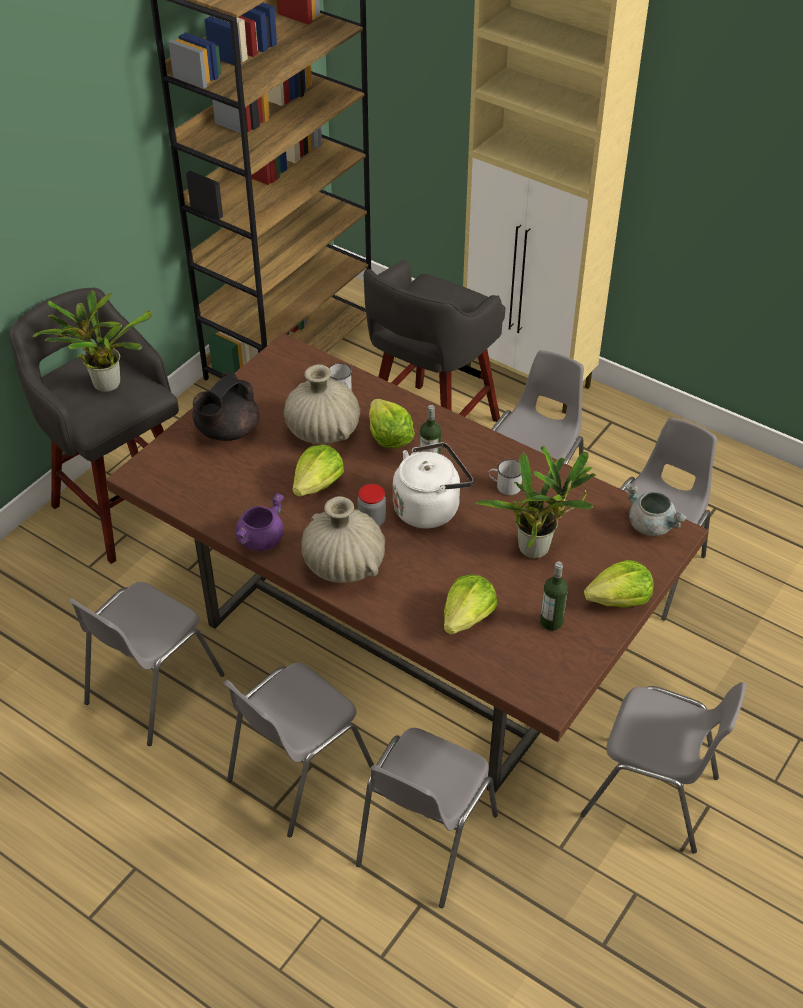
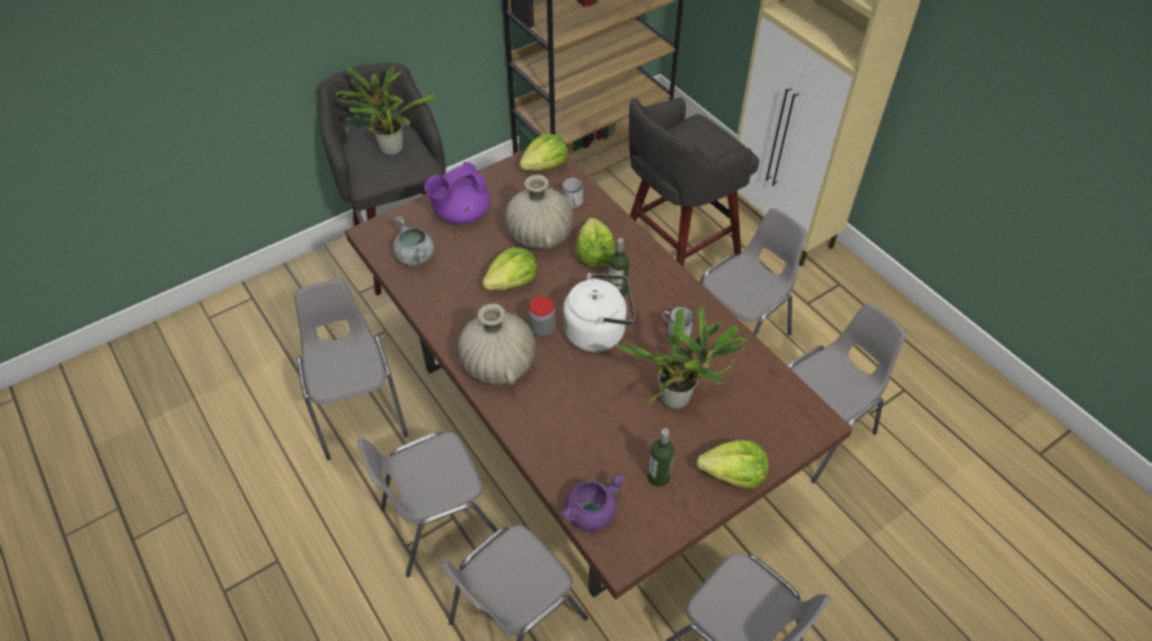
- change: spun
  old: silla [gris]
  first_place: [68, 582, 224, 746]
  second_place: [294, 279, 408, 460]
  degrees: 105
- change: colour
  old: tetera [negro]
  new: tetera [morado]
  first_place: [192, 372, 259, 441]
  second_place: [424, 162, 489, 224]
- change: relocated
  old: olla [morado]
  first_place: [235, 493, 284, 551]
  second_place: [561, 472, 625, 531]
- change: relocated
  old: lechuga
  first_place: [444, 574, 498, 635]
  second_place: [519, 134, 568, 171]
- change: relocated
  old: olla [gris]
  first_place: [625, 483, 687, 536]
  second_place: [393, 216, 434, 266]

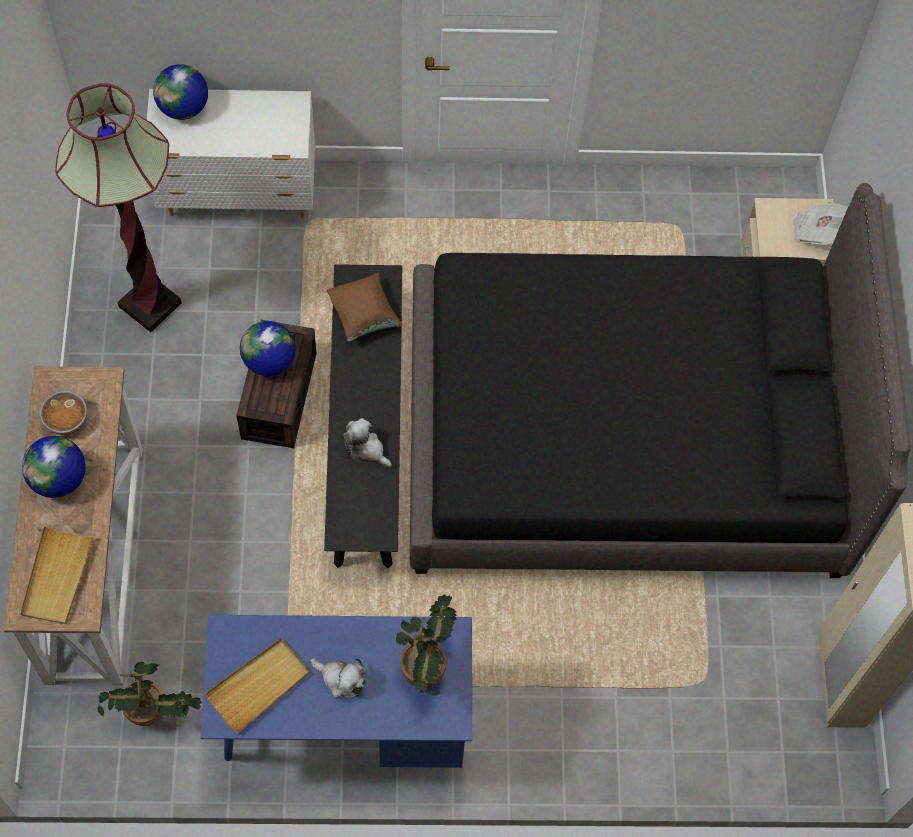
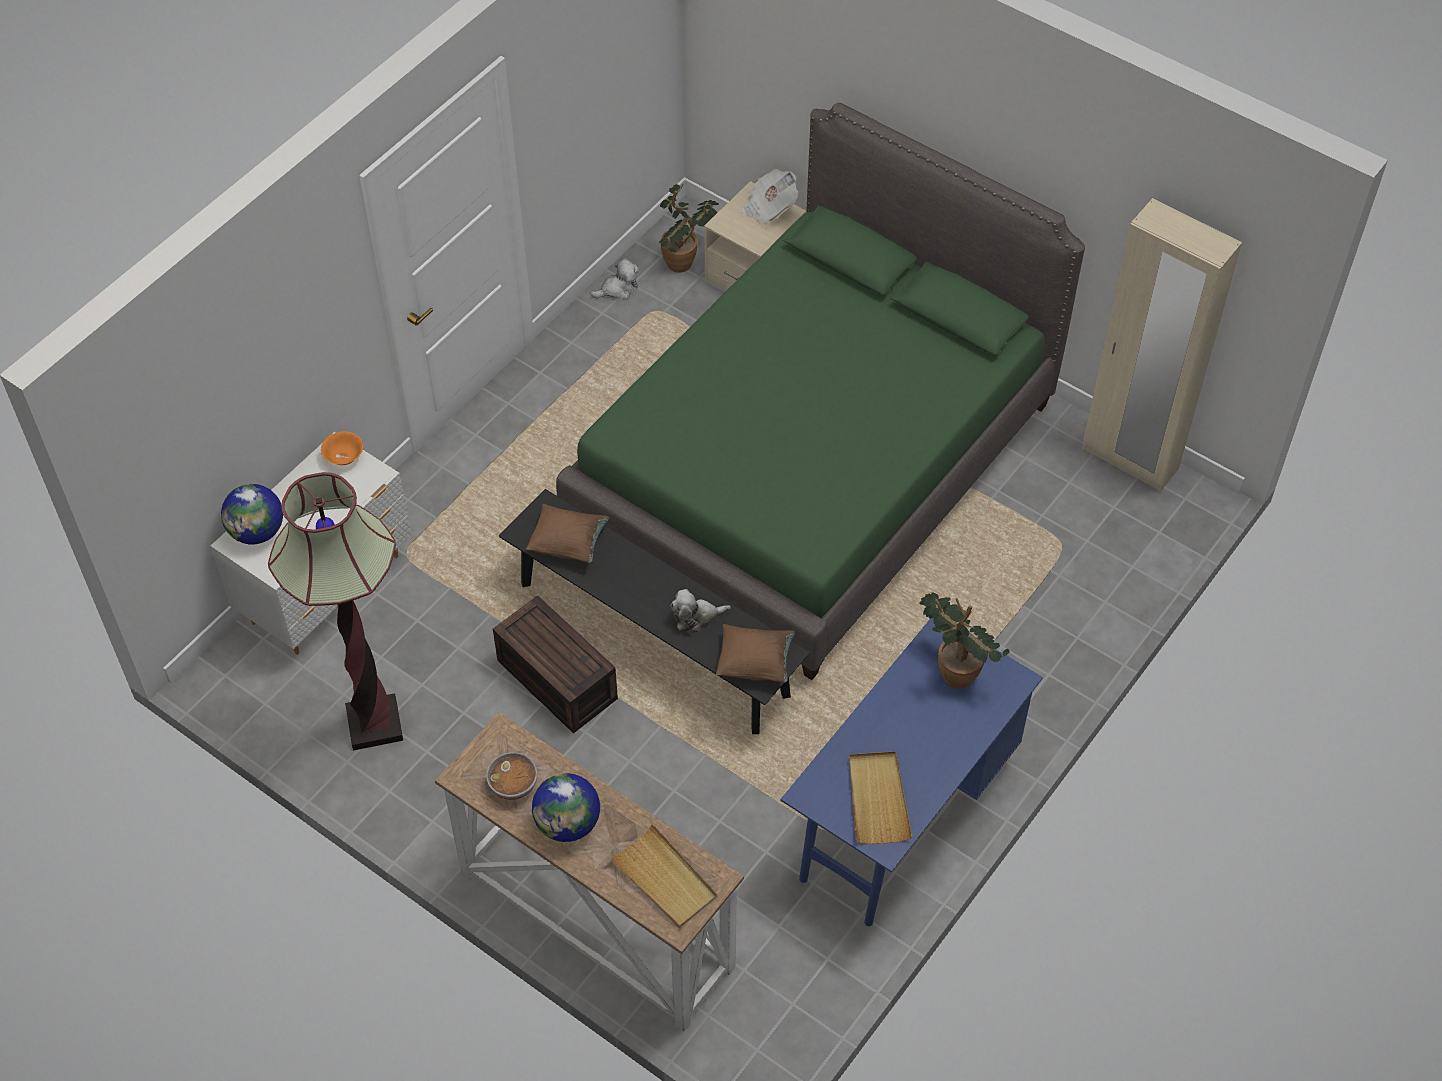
- change: relocated
  old: planta en maceta
  first_place: [97, 662, 202, 726]
  second_place: [659, 184, 719, 273]
- change: missing
  old: globo terráqueo
  first_place: [240, 321, 296, 376]
- change: relocated
  old: peluche
  first_place: [310, 658, 367, 698]
  second_place: [590, 258, 639, 300]
- change: colour
  old: cama [negro]
  new: cama [verde]
  first_place: [410, 183, 911, 578]
  second_place: [556, 103, 1085, 680]
- change: appeared
  new: cuenco [naranja]
  second_place: [321, 431, 363, 465]
- change: appeared
  new: cojín [marrón]
  second_place: [716, 624, 795, 683]

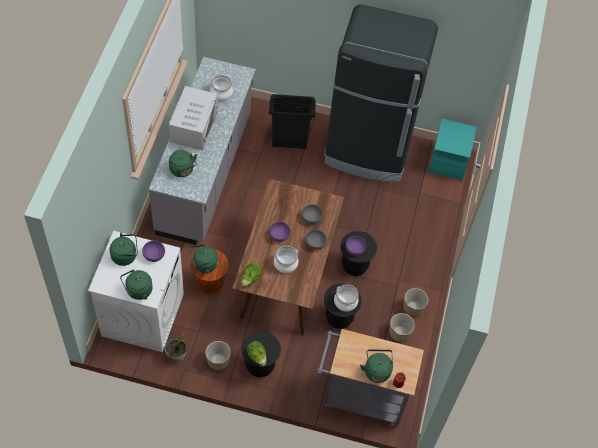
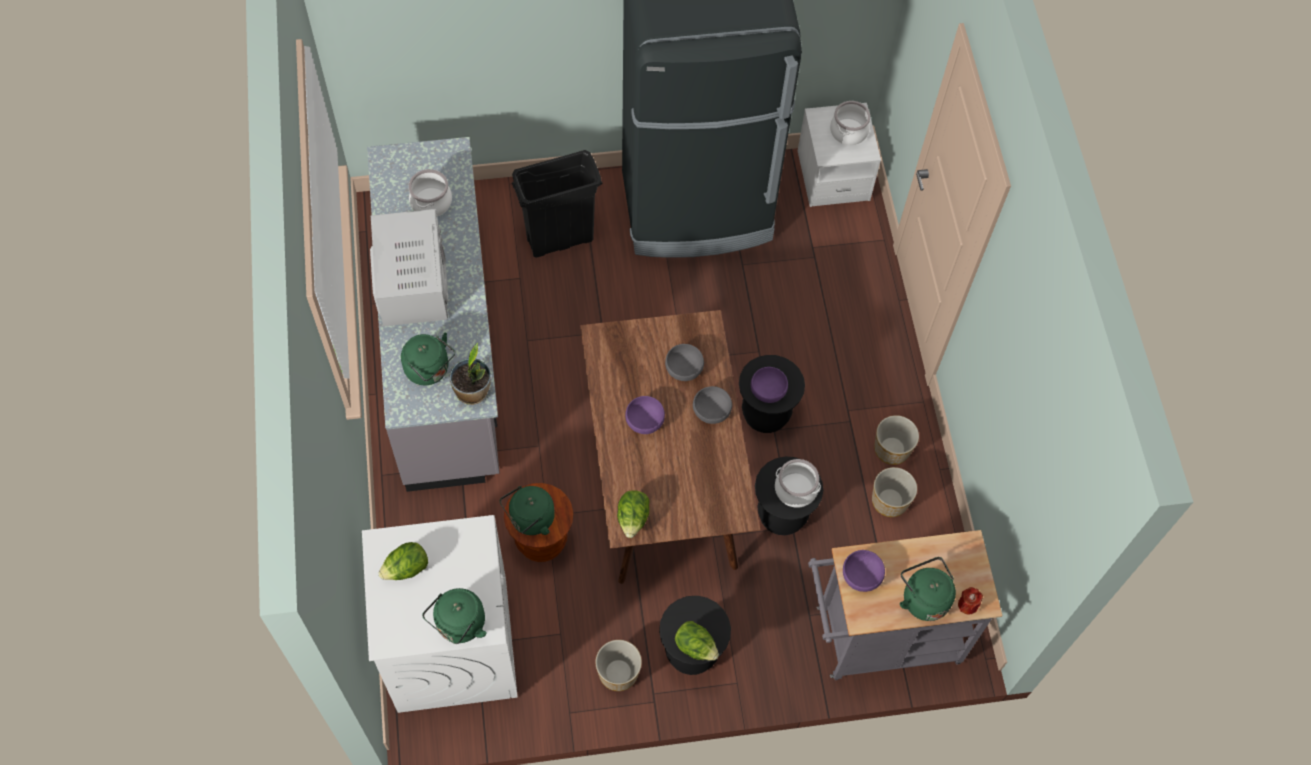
- change: exchanged
  old: hervidor [verde]
  new: lechuga
  first_place: [110, 233, 138, 266]
  second_place: [378, 542, 428, 580]
- change: relocated
  old: cuenco [morado]
  first_place: [142, 241, 165, 262]
  second_place: [843, 550, 885, 592]
- change: relocated
  old: planta en maceta
  first_place: [165, 334, 187, 363]
  second_place: [450, 342, 491, 405]
- change: relocated
  old: olla
  first_place: [274, 245, 298, 273]
  second_place: [830, 101, 870, 145]
- change: colour
  old: mesita de noche [turquesa]
  new: mesita de noche [blanco]
  first_place: [428, 119, 477, 181]
  second_place: [798, 103, 881, 207]

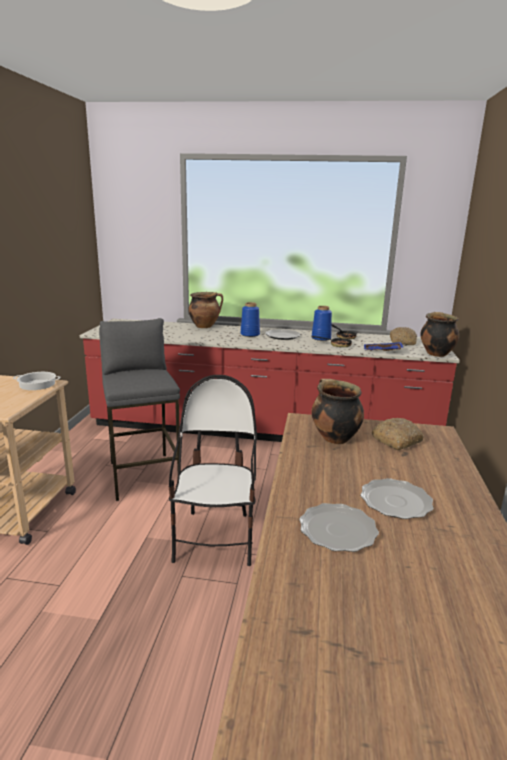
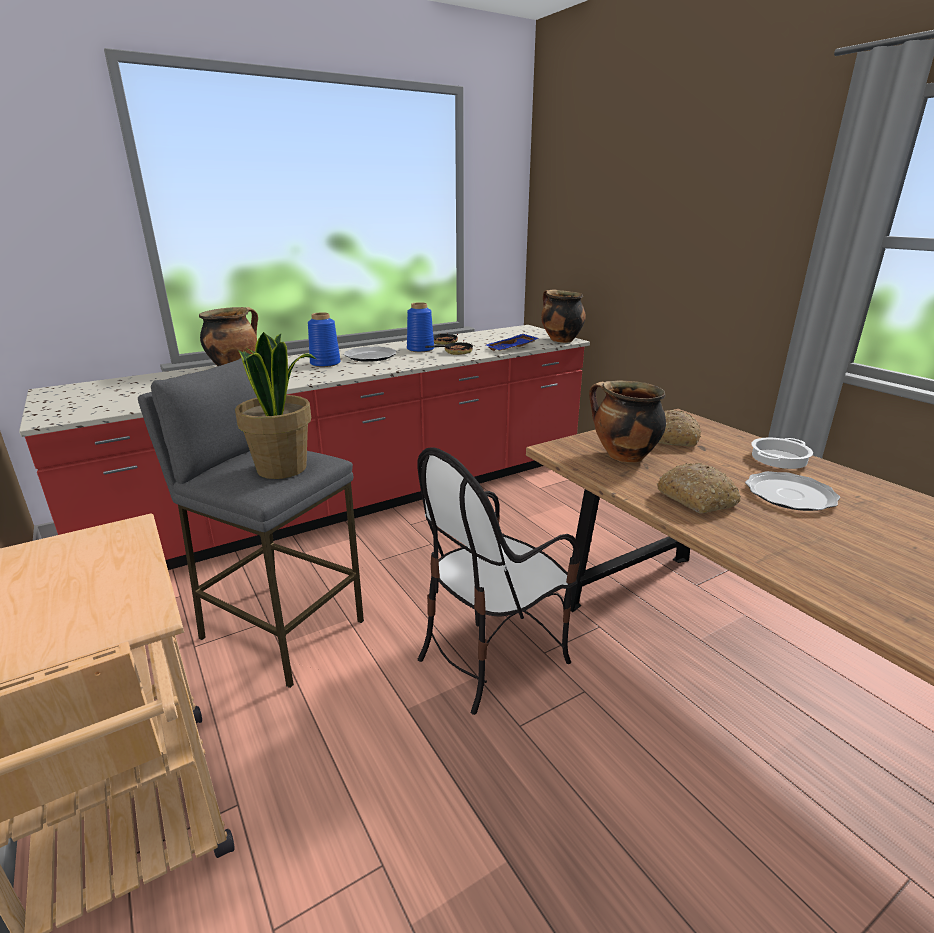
- change: relocated
  old: olla
  first_place: [13, 372, 61, 390]
  second_place: [751, 438, 813, 469]
- change: spun
  old: silla
  first_place: [169, 375, 257, 566]
  second_place: [417, 447, 580, 715]
  degrees: -90
- change: missing
  old: plato
  first_place: [299, 503, 379, 552]
- change: relocated
  old: pan
  first_place: [390, 327, 417, 345]
  second_place: [657, 463, 741, 514]
- change: appeared
  new: planta en maceta
  second_place: [235, 332, 316, 479]

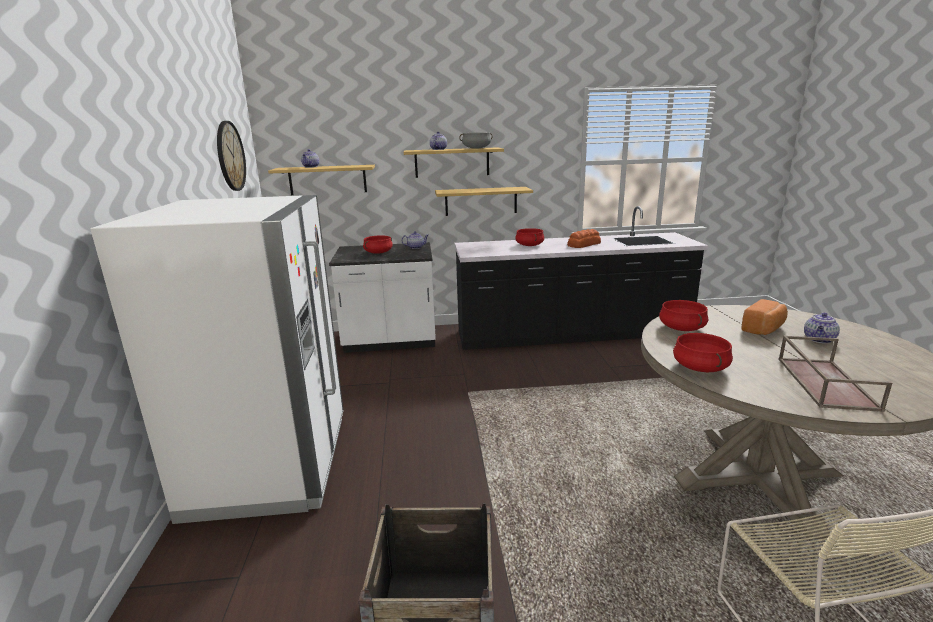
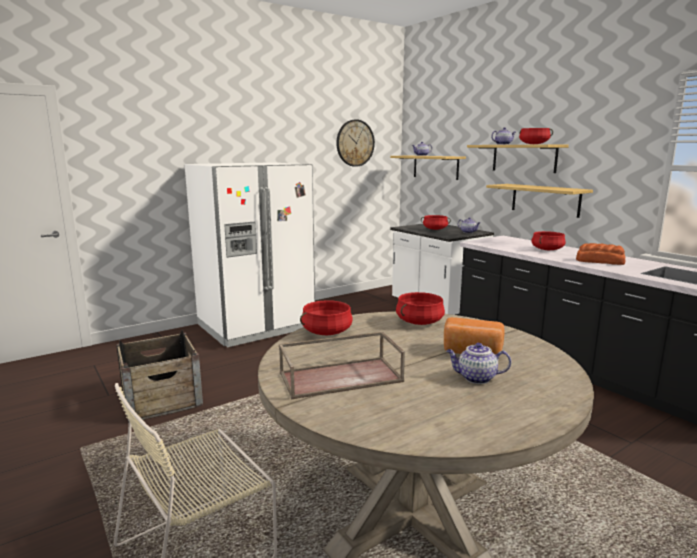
- change: colour
  old: olla [gris]
  new: olla [rojo]
  first_place: [459, 132, 493, 149]
  second_place: [519, 128, 553, 144]

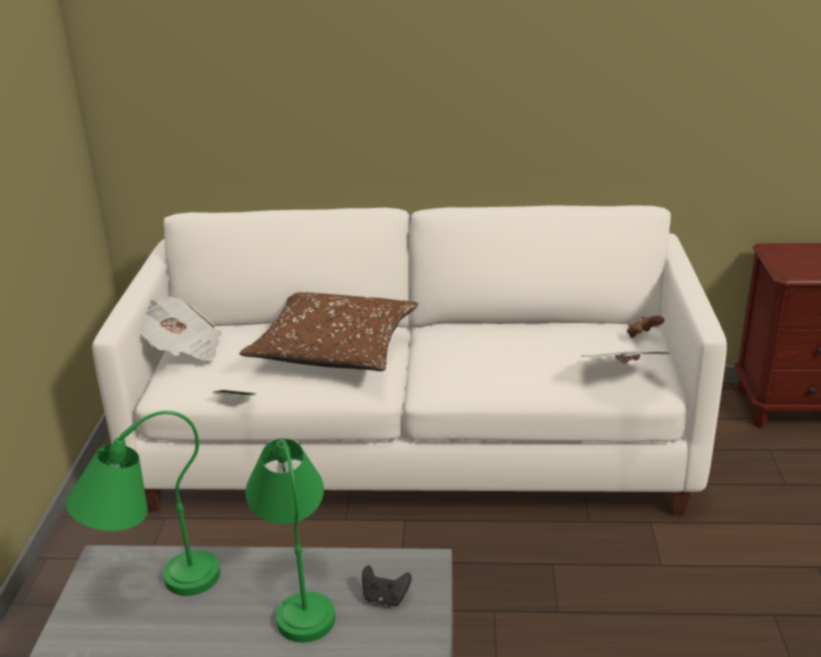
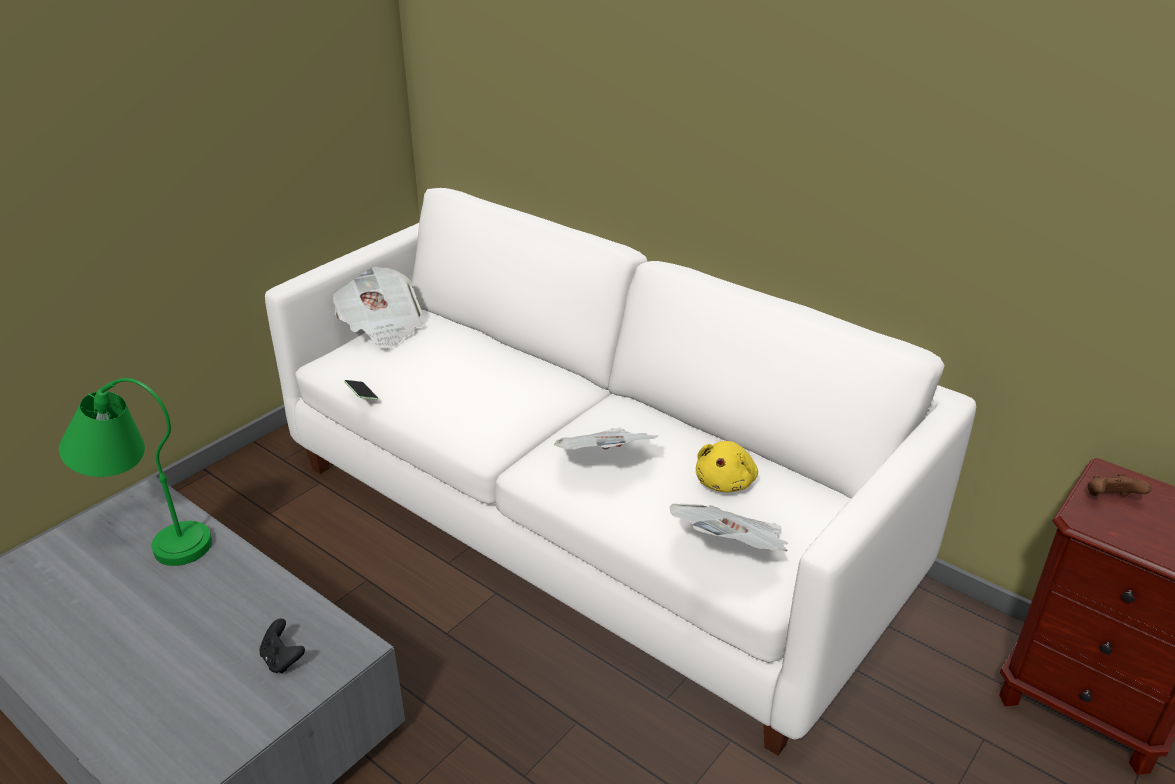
- change: missing
  old: cojín [marrón]
  first_place: [239, 292, 418, 371]
- change: missing
  old: lámpara de mesa [verde]
  first_place: [246, 438, 335, 642]
- change: relocated
  old: mando de consola [marrón]
  first_place: [627, 316, 664, 338]
  second_place: [1087, 474, 1151, 496]
- change: appeared
  new: periódico
  second_place: [553, 428, 658, 450]
- change: appeared
  new: peluche [amarillo]
  second_place: [696, 441, 758, 492]

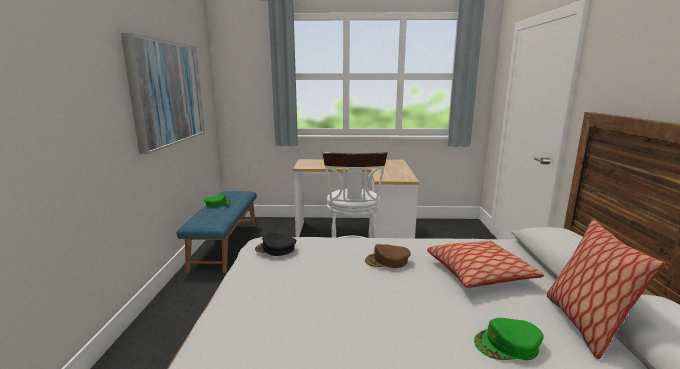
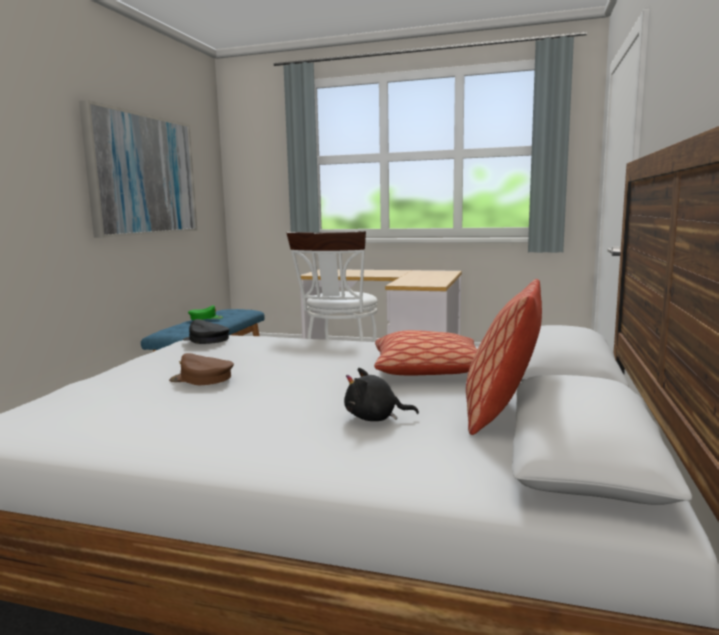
- change: relocated
  old: gorra [marrón]
  first_place: [365, 244, 411, 268]
  second_place: [169, 353, 234, 385]
- change: exchanged
  old: gorra [verde]
  new: peluche [negro]
  first_place: [474, 318, 544, 360]
  second_place: [344, 368, 419, 421]

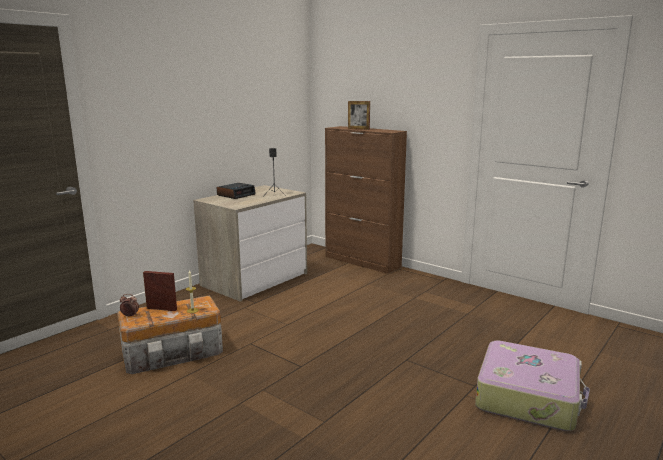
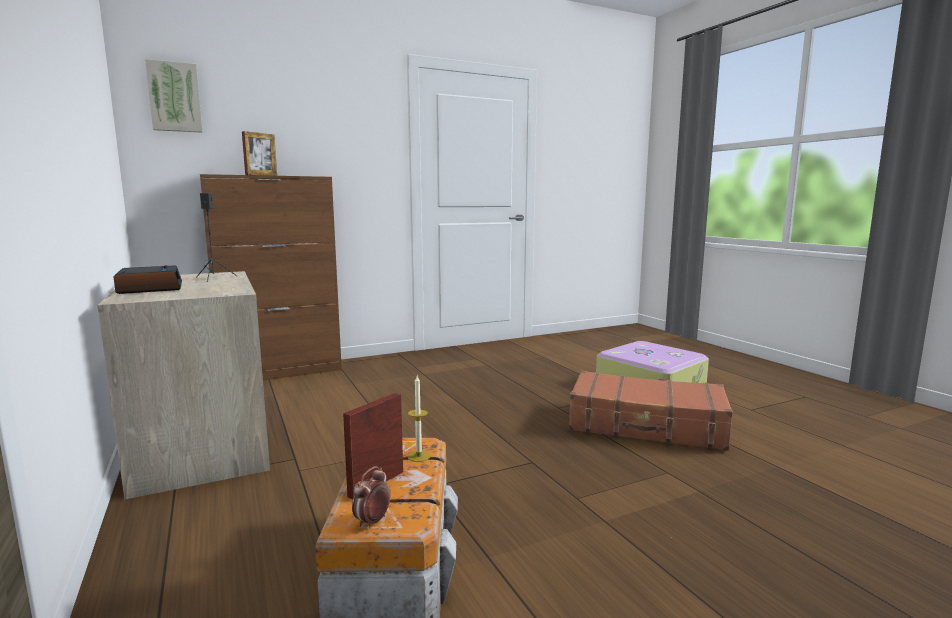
- change: appeared
  new: cuadro
  second_place: [145, 59, 203, 133]
- change: appeared
  new: maleta [marrón]
  second_place: [569, 371, 733, 451]

